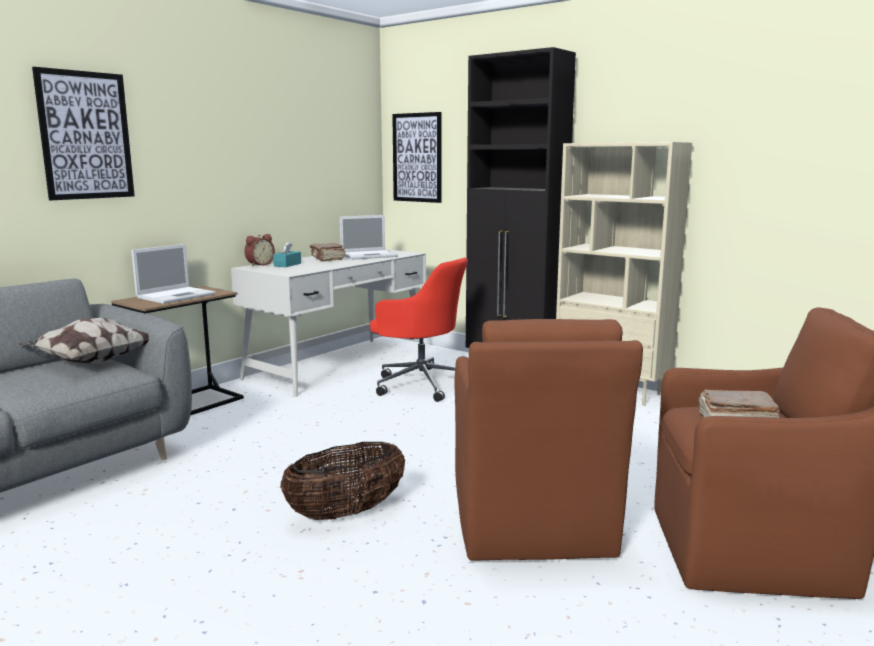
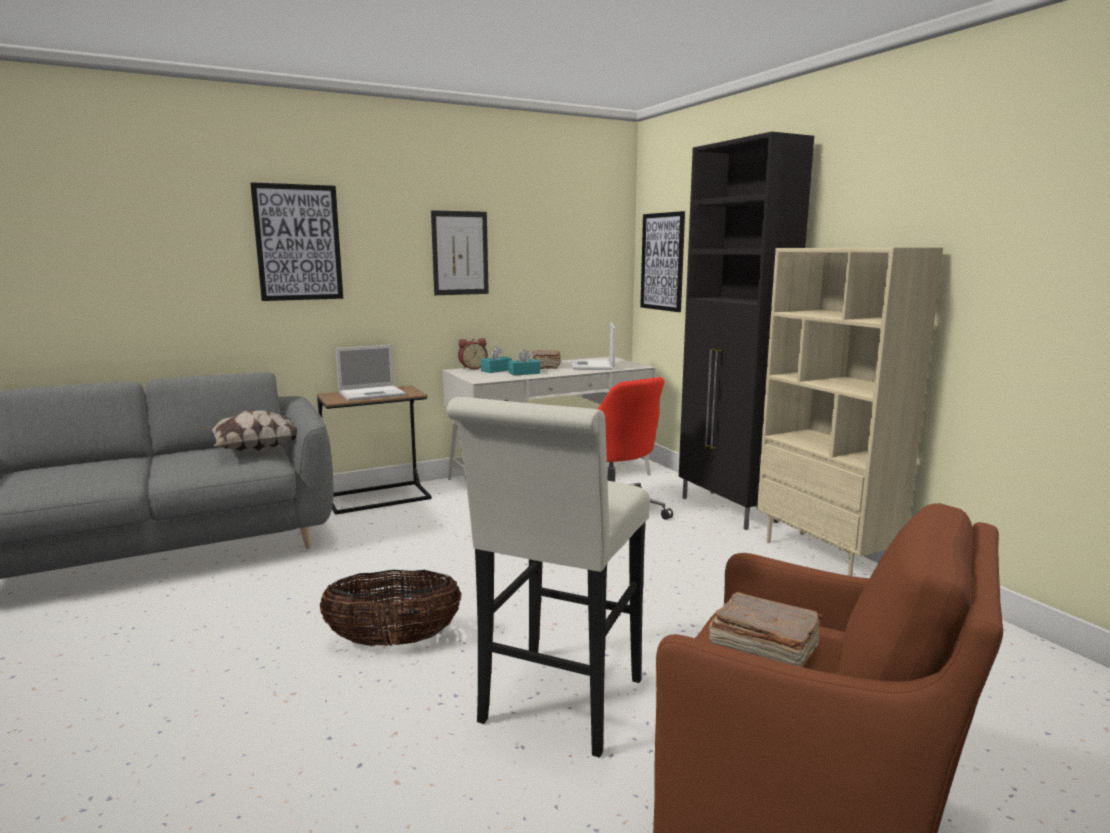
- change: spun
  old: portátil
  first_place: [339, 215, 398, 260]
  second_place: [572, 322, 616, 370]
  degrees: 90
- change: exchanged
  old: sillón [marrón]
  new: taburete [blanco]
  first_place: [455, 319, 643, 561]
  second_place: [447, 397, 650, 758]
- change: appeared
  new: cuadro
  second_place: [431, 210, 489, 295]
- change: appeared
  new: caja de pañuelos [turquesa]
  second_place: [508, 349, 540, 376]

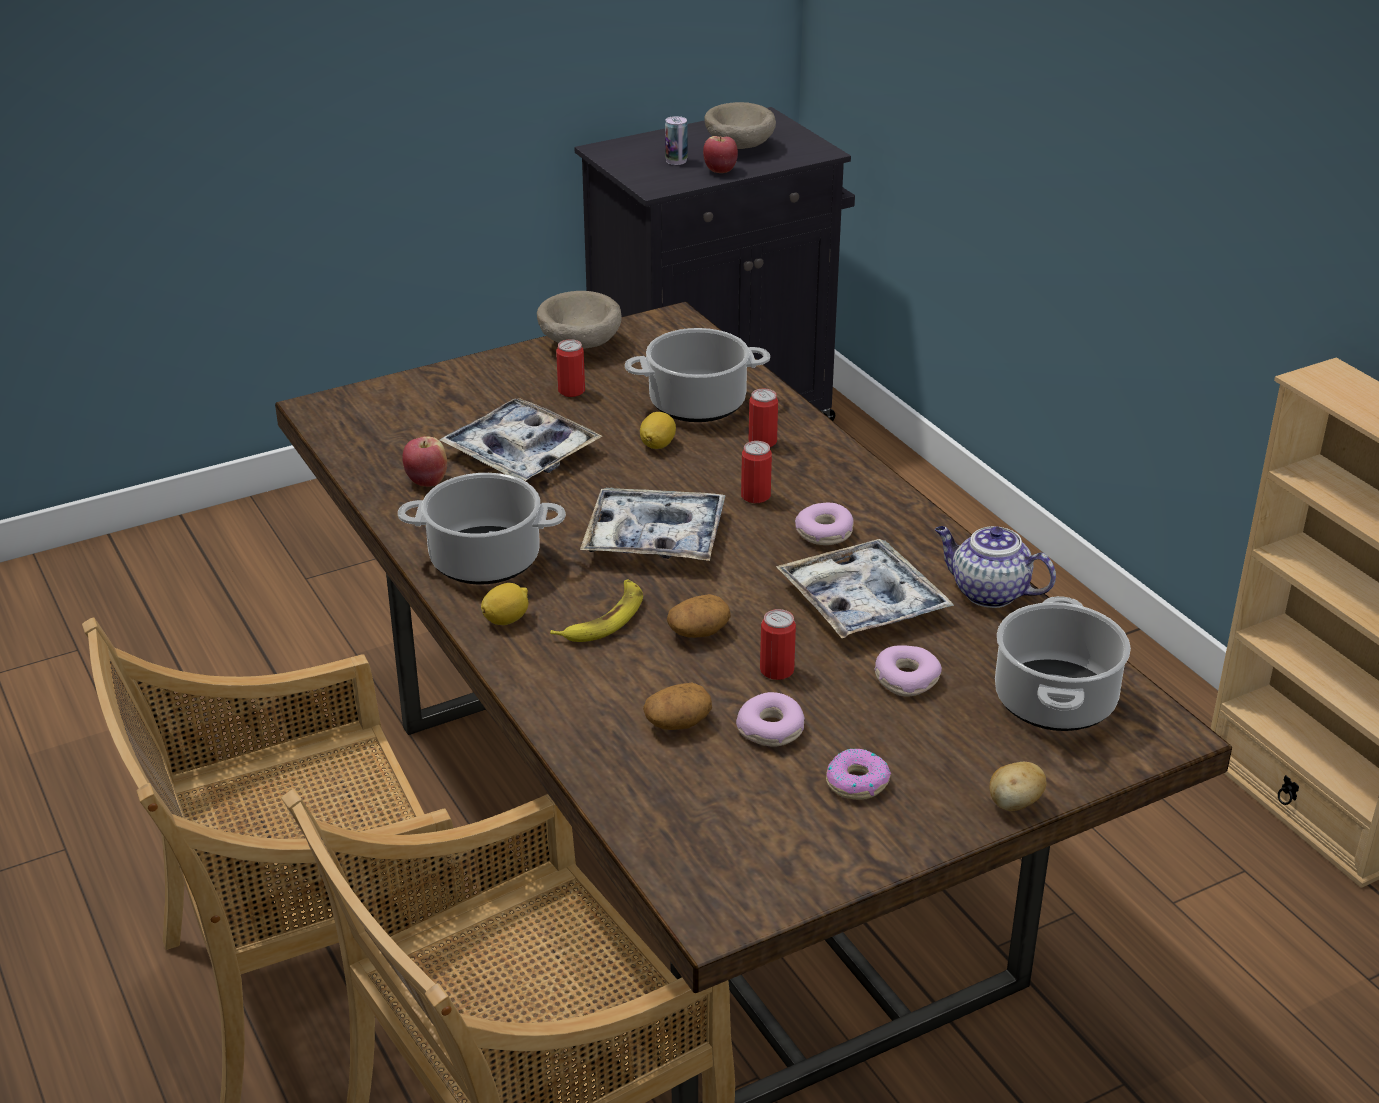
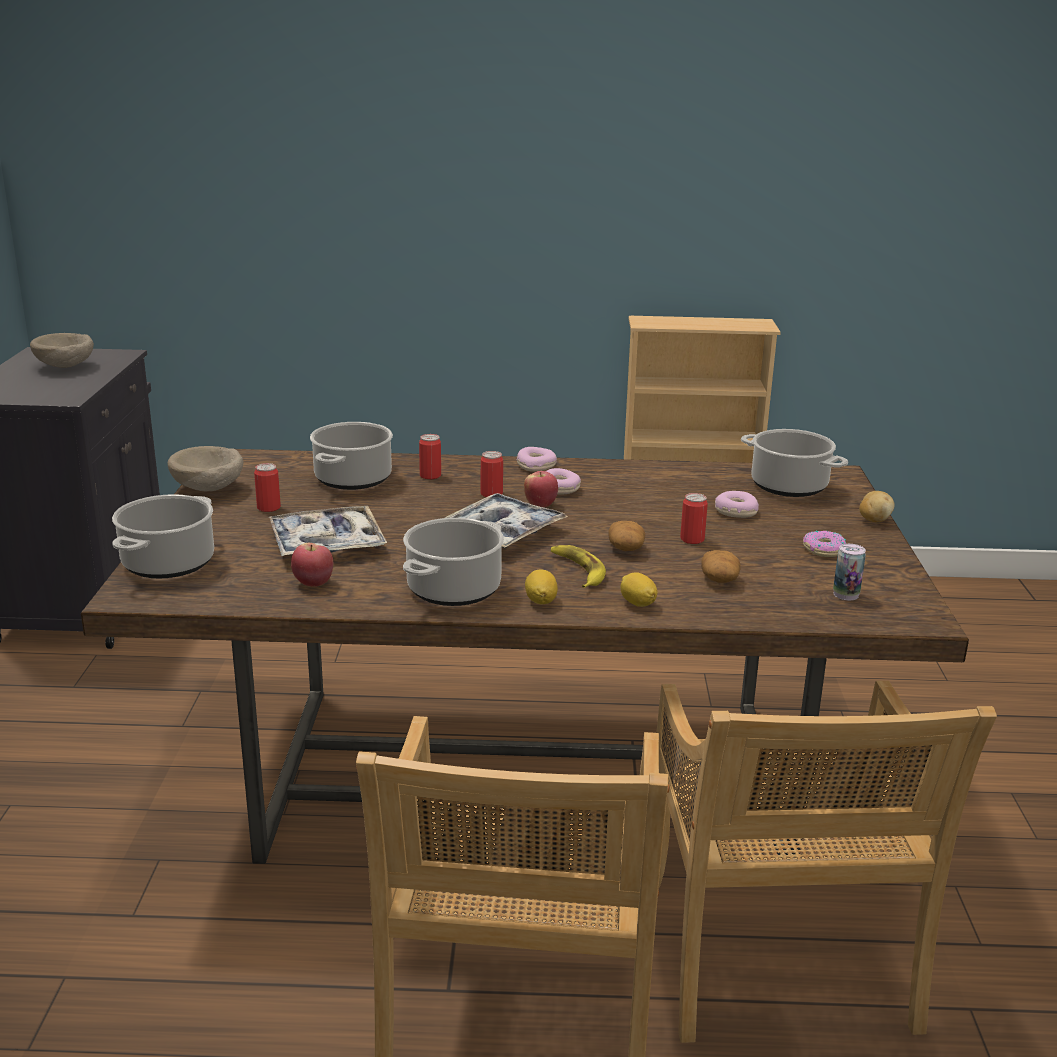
- change: relocated
  old: limón
  first_place: [640, 412, 676, 449]
  second_place: [620, 572, 658, 607]
- change: relocated
  old: lata
  first_place: [665, 116, 688, 165]
  second_place: [833, 544, 866, 600]
- change: relocated
  old: manzana
  first_place: [703, 136, 738, 173]
  second_place: [524, 471, 558, 508]
- change: relocated
  old: rosquilla
  first_place: [736, 692, 805, 747]
  second_place: [517, 447, 557, 472]
- change: missing
  old: bandeja
  first_place: [776, 539, 954, 638]
- change: missing
  old: tetera
  first_place: [935, 526, 1056, 608]
- change: appeared
  new: olla
  second_place: [112, 494, 214, 578]

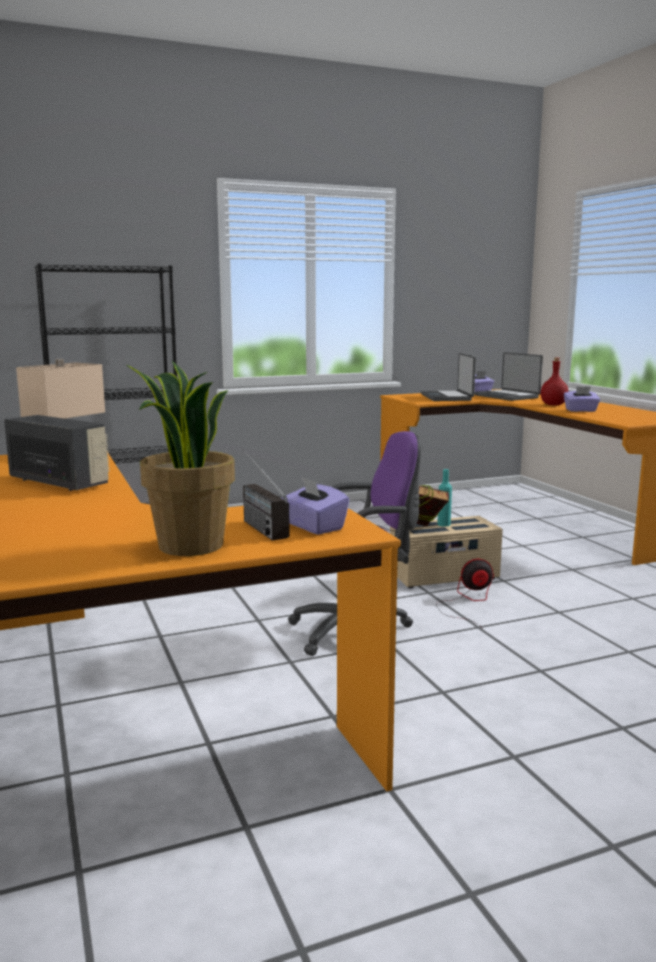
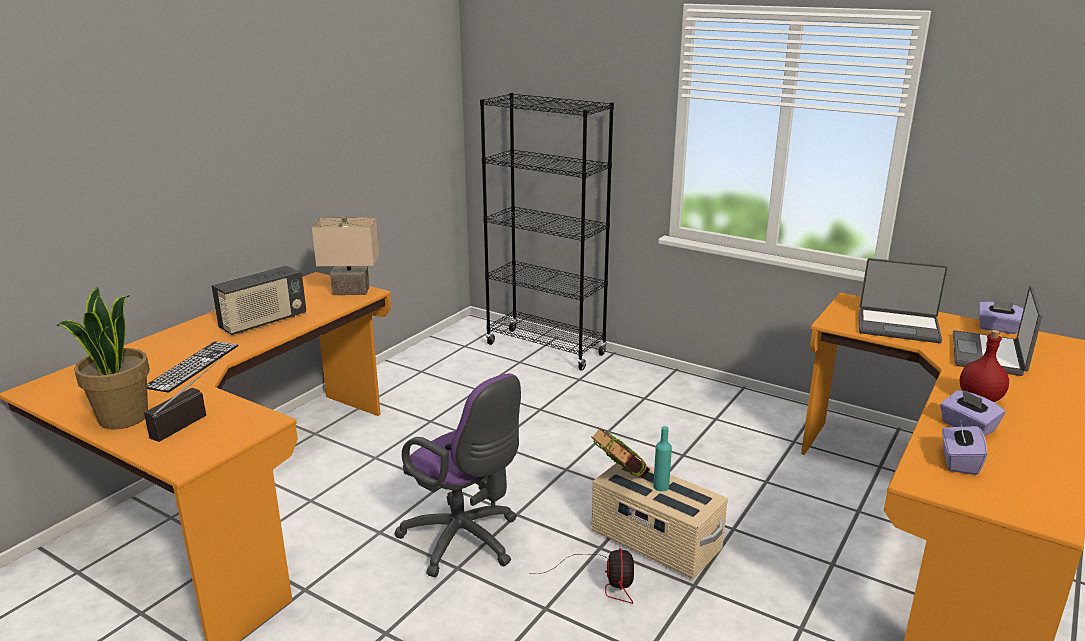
- change: spun
  old: radio
  first_place: [4, 415, 110, 491]
  second_place: [212, 266, 306, 335]
  degrees: 45
- change: relocated
  old: caja de pañuelos [morado]
  first_place: [282, 476, 349, 535]
  second_place: [942, 422, 987, 475]
- change: spun
  old: portátil
  first_place: [421, 353, 476, 401]
  second_place: [859, 258, 947, 343]
  degrees: -120
- change: spun
  old: ventilador
  first_place: [436, 559, 494, 629]
  second_place: [529, 548, 634, 604]
  degrees: 45
- change: appeared
  new: teclado
  second_place: [147, 341, 239, 393]

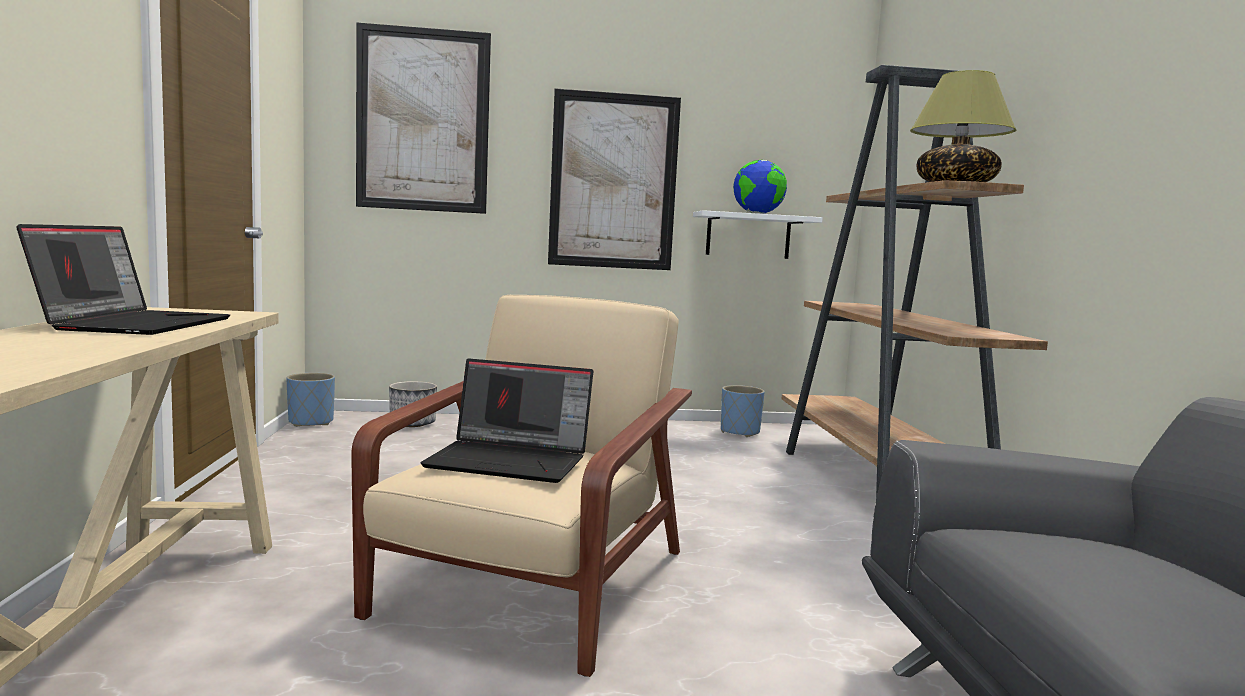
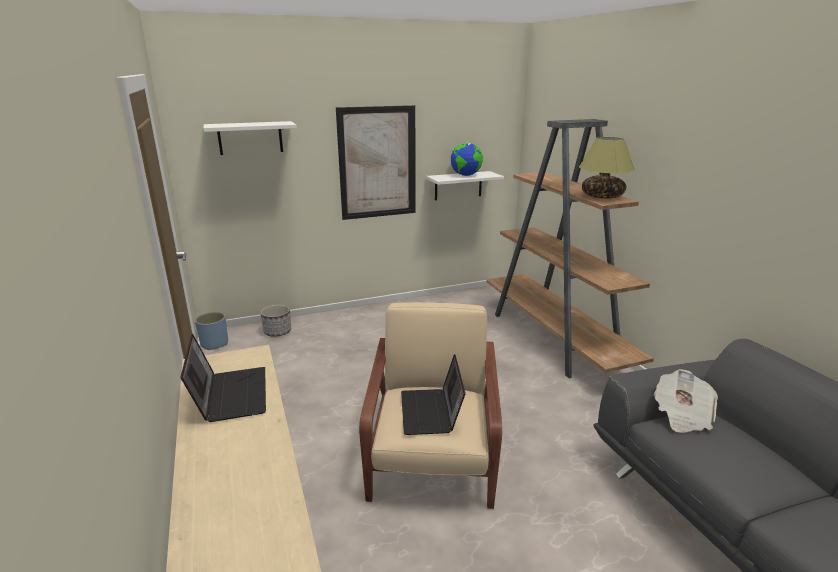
- change: exchanged
  old: cuadro
  new: estante [blanco]
  first_place: [356, 23, 491, 214]
  second_place: [204, 121, 297, 155]
- change: spun
  old: portátil
  first_place: [421, 359, 593, 483]
  second_place: [401, 354, 465, 435]
  degrees: 90
- change: missing
  old: maceta [azul]
  first_place: [721, 385, 765, 437]
- change: appeared
  new: periódico
  second_place: [654, 369, 718, 433]

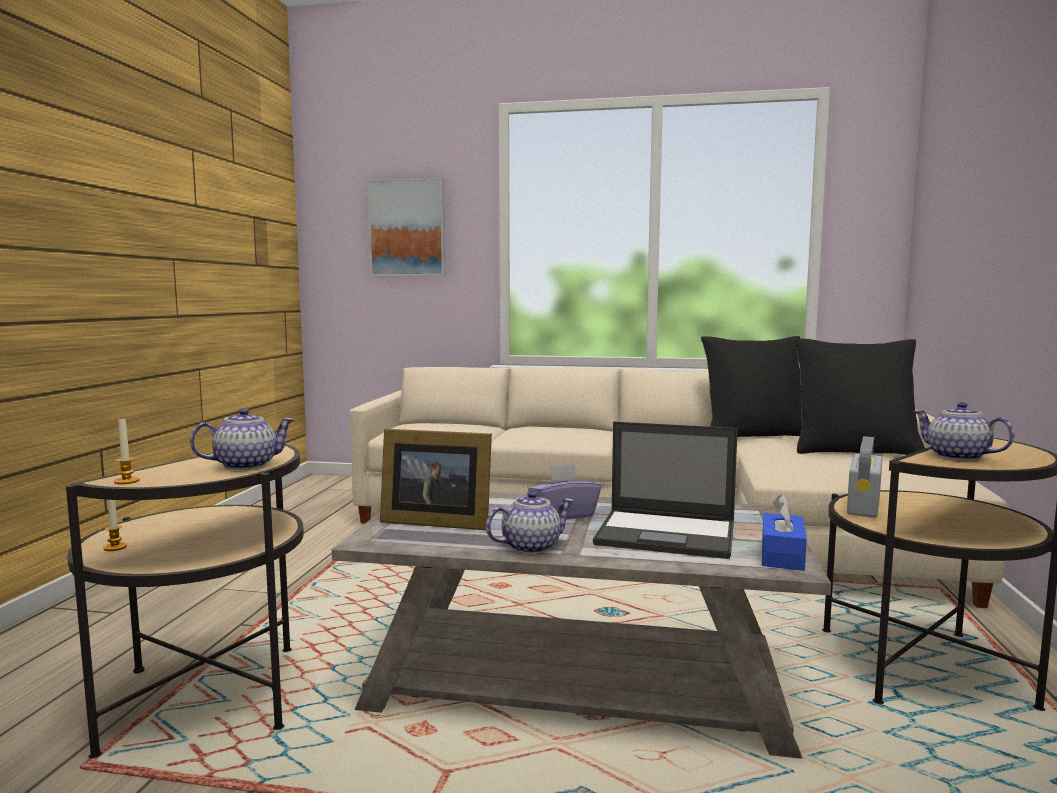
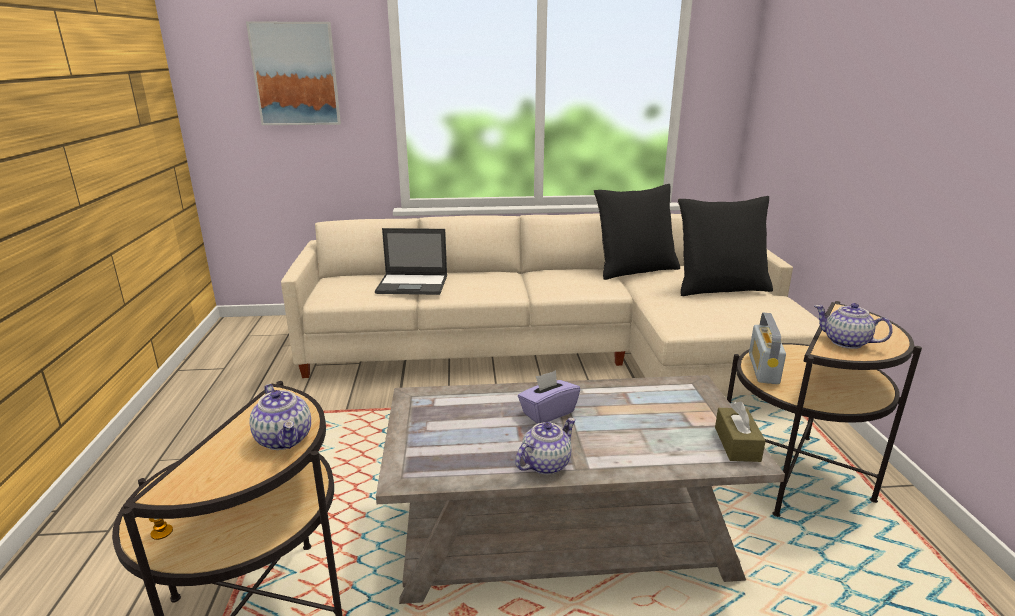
- change: missing
  old: vela
  first_place: [114, 419, 139, 484]
- change: spun
  old: tetera
  first_place: [190, 408, 294, 470]
  second_place: [249, 384, 311, 450]
  degrees: 105
- change: missing
  old: portarretratos
  first_place: [380, 429, 492, 530]
- change: relocated
  old: portátil
  first_place: [593, 422, 738, 559]
  second_place: [375, 228, 447, 295]
- change: colour
  old: caja de pañuelos [azul]
  new: caja de pañuelos [marrón]
  first_place: [762, 494, 807, 571]
  second_place: [715, 401, 766, 462]

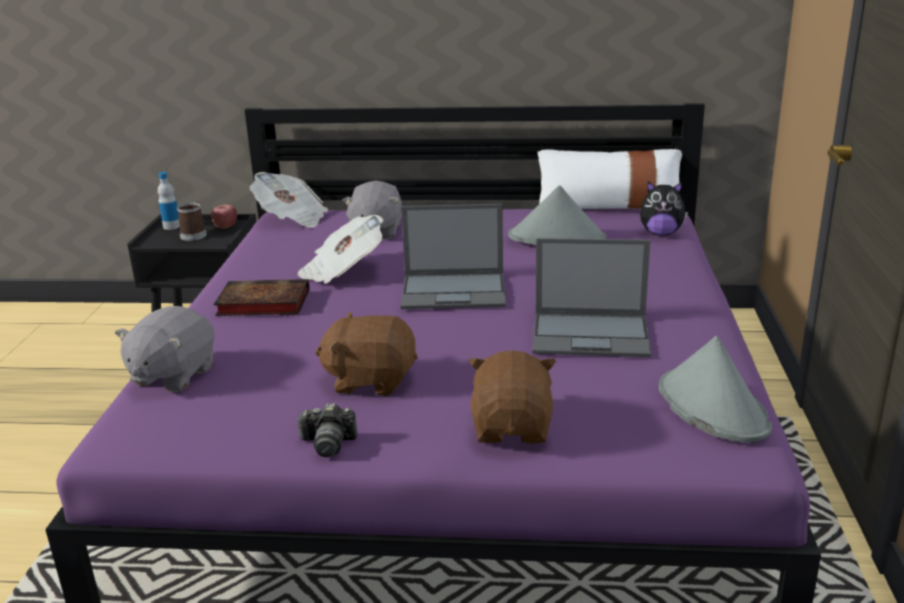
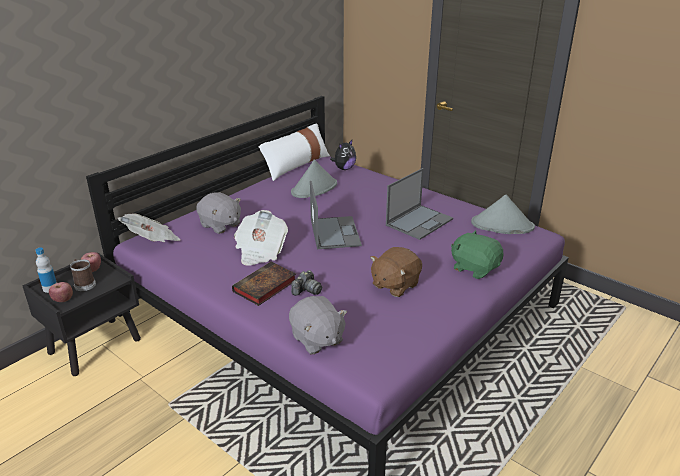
- change: relocated
  old: cámara
  first_place: [296, 403, 357, 457]
  second_place: [291, 270, 322, 296]
- change: spun
  old: portátil
  first_place: [401, 204, 506, 309]
  second_place: [310, 181, 362, 249]
  degrees: -45
- change: colour
  old: peluche [marrón]
  new: peluche [verde]
  first_place: [469, 350, 556, 444]
  second_place: [451, 230, 503, 279]
- change: appeared
  new: manzana
  second_place: [49, 282, 73, 302]

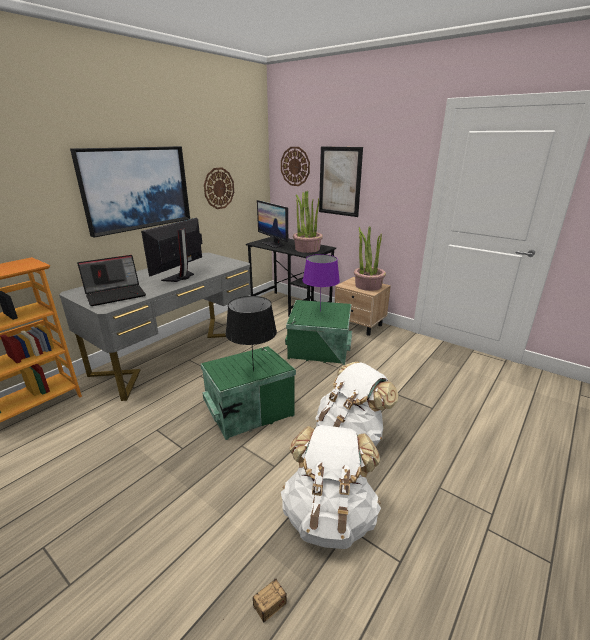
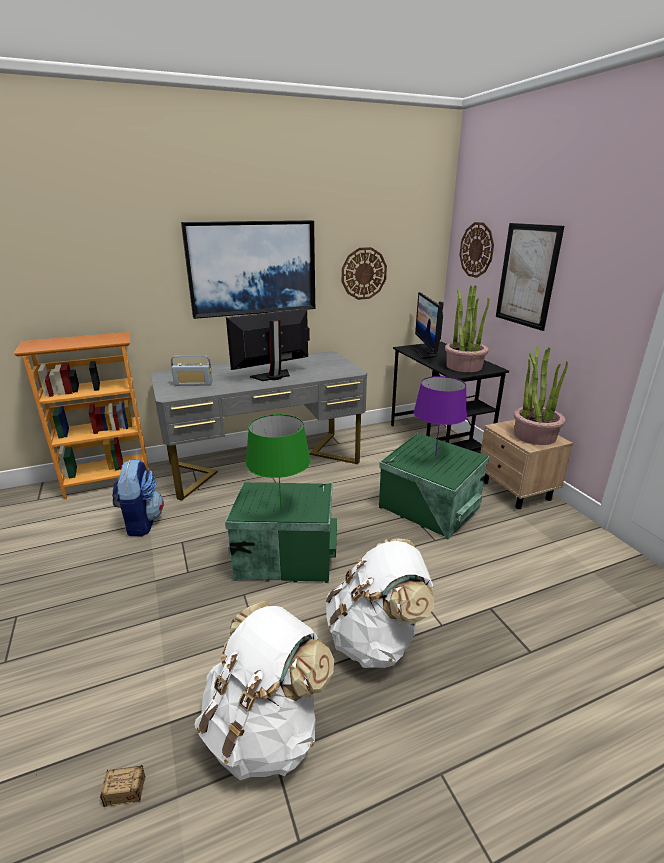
- change: exchanged
  old: portátil
  new: radio
  first_place: [77, 255, 146, 306]
  second_place: [171, 355, 213, 386]
- change: colour
  old: lámpara de mesa [negro]
  new: lámpara de mesa [verde]
  first_place: [226, 296, 277, 372]
  second_place: [245, 414, 311, 507]
- change: appeared
  new: mochila
  second_place: [112, 460, 164, 536]

